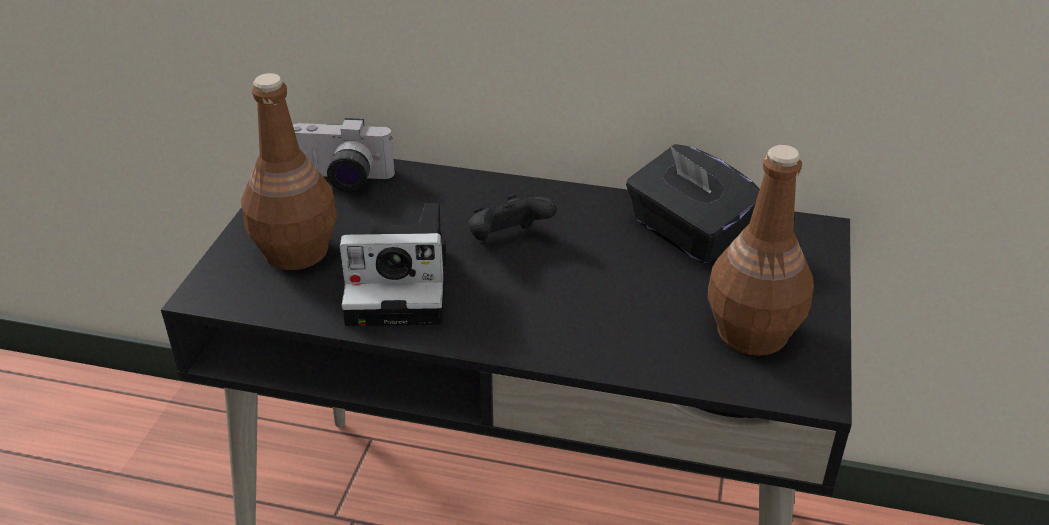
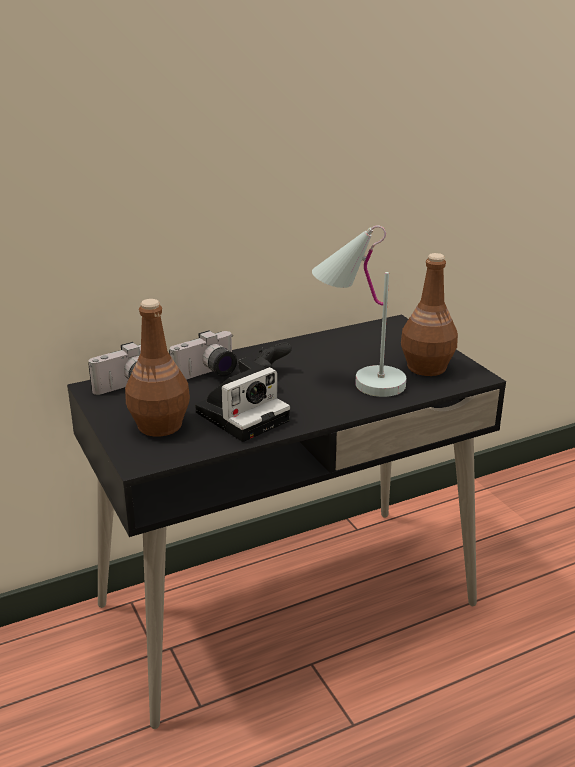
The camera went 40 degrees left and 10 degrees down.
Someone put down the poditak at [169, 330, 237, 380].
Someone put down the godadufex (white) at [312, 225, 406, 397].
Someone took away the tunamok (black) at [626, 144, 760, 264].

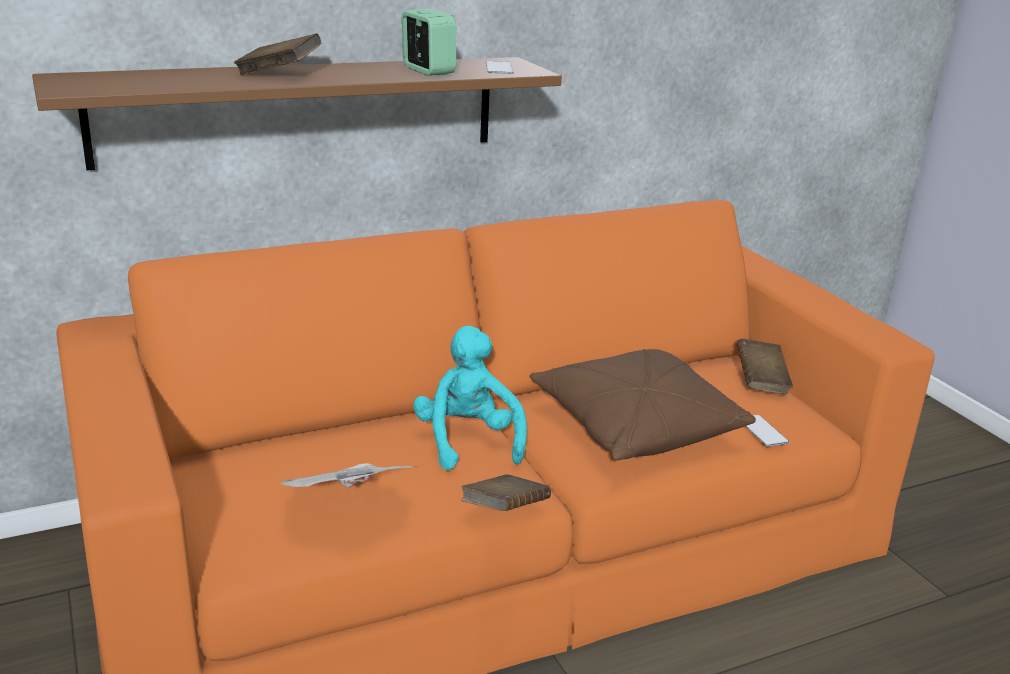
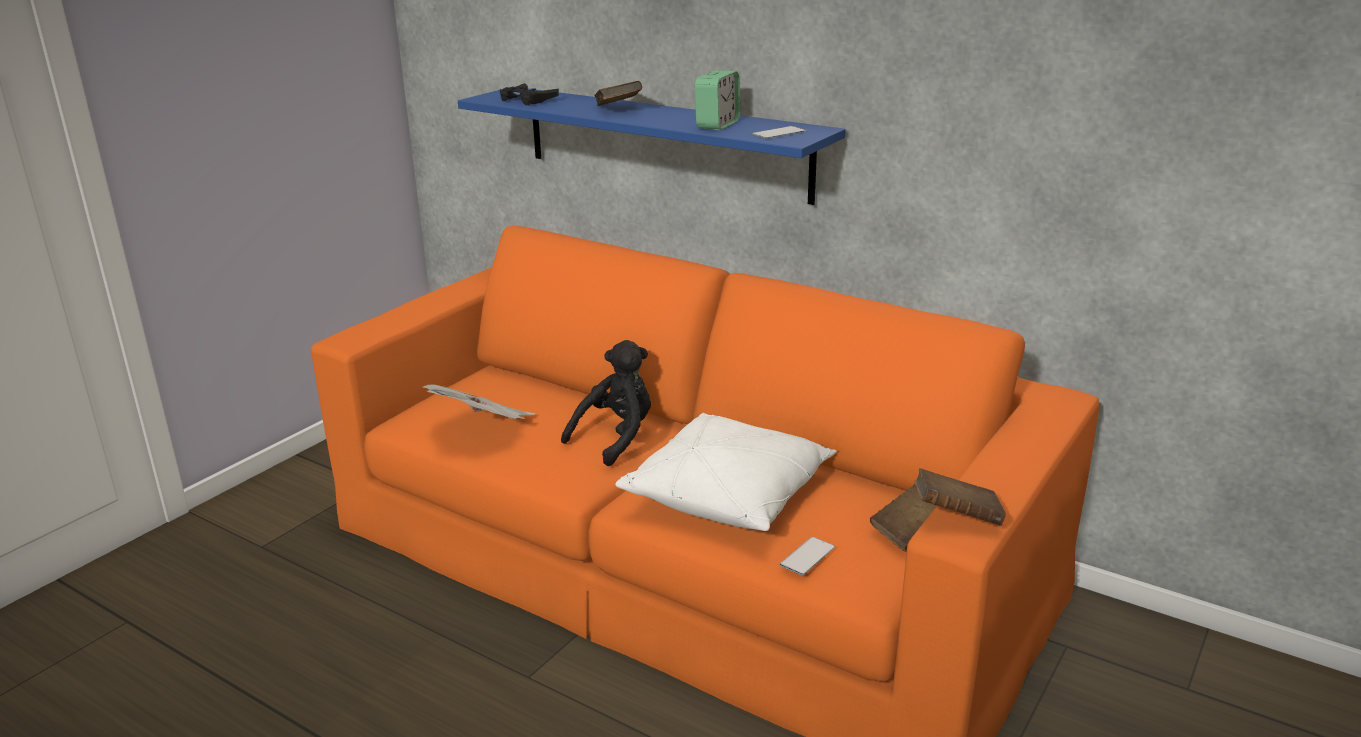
The camera went 60 degrees right and 0 degrees up.
Someone repainted the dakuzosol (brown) at [32, 57, 562, 170], which became the dakuzosol (blue) at [458, 89, 846, 205].
Someone put down the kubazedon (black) at [500, 83, 559, 105].
Someone repainted the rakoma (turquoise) at [413, 326, 527, 470], which became the rakoma (black) at [561, 340, 651, 466].
Someone repainted the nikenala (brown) at [530, 349, 756, 460], which became the nikenala (white) at [615, 413, 837, 531].
Someone carried the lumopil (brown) from [461, 474, 551, 511] to [914, 468, 1006, 526].

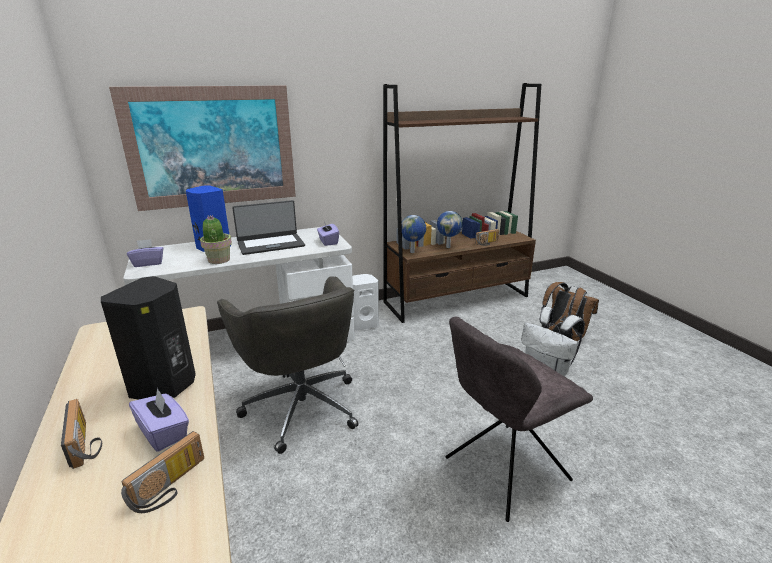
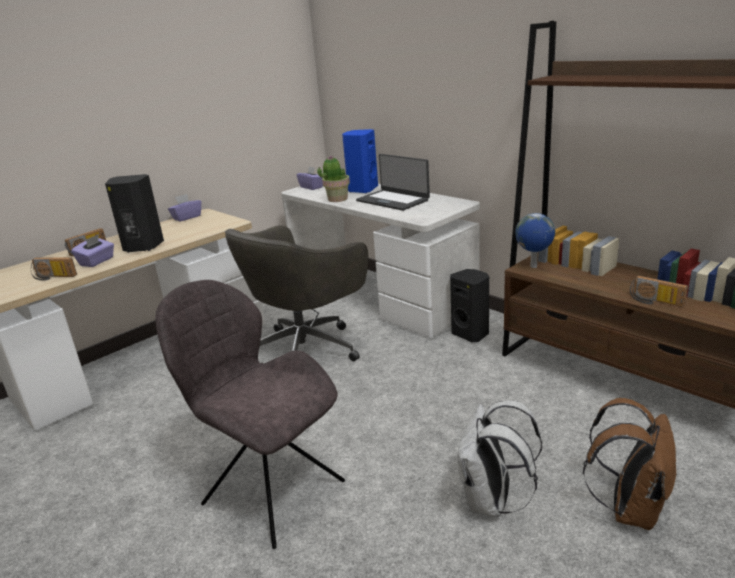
The camera went 70 degrees right and 0 degrees up.
Someone carried the tunamok (purple) from [317, 222, 339, 246] to [168, 194, 201, 222].
Someone repainted the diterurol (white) at [353, 274, 379, 330], which became the diterurol (black) at [450, 269, 489, 342].
Someone took away the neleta at [109, 85, 296, 211].
Someone took away the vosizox at [437, 211, 463, 248].

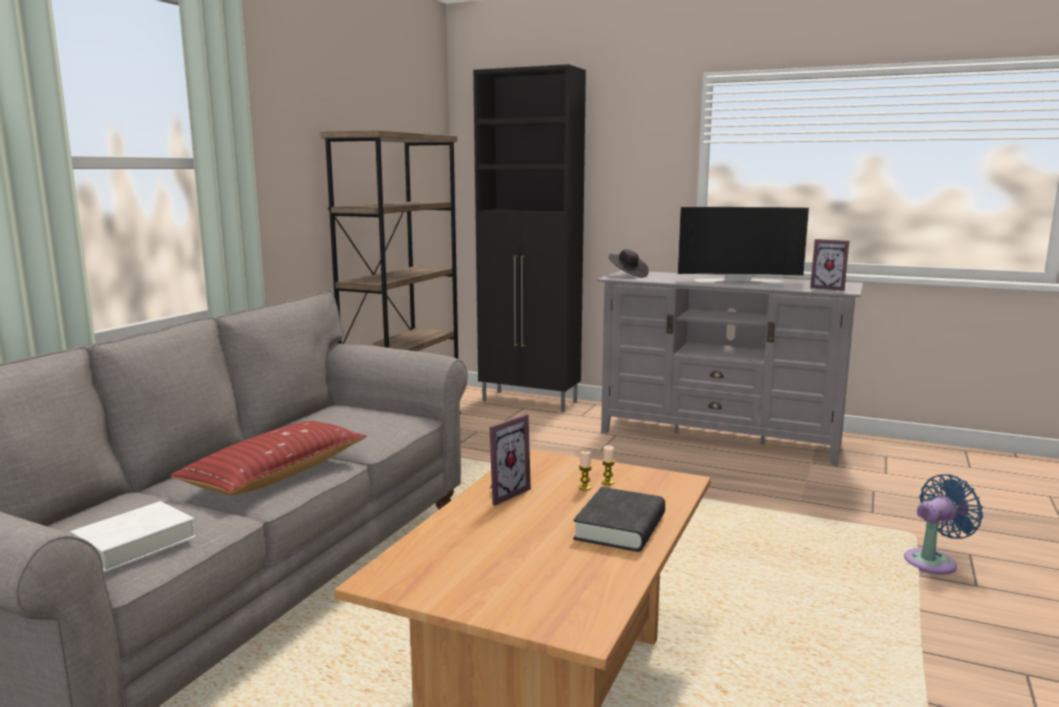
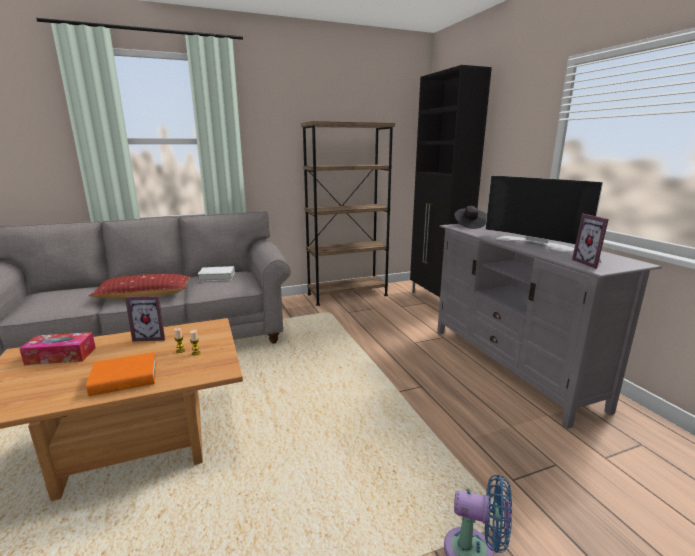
The camera went 45 degrees right and 5 degrees up.
Someone put down the tunamok at [19, 332, 96, 365].
Someone repainted the lumopil (black) at [573, 487, 665, 552], which became the lumopil (orange) at [86, 352, 157, 396].
Someone carried the lumopil (white) from [69, 501, 196, 572] to [197, 266, 235, 282].

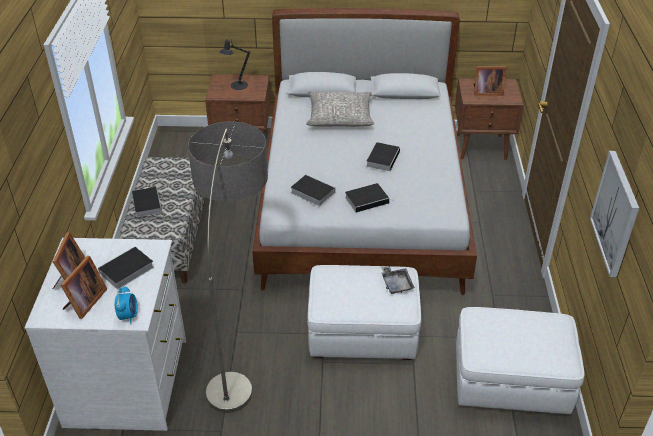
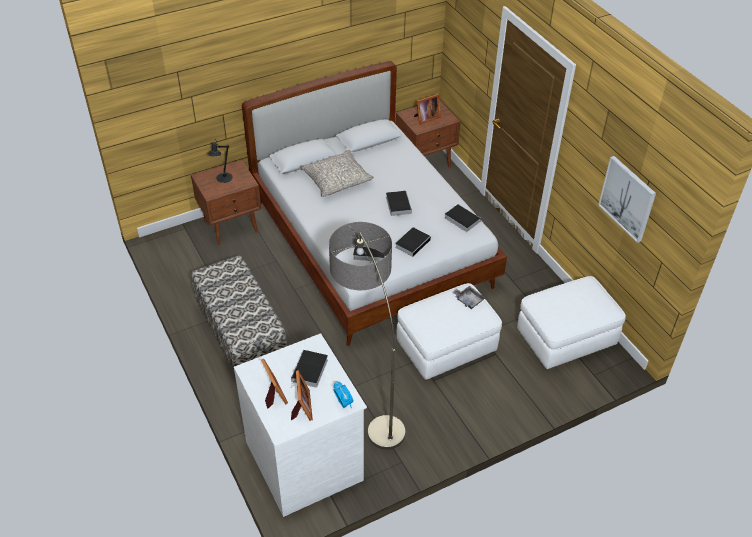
The camera went 30 degrees left and 5 degrees up.
Someone carried the lumopil from [132, 187, 162, 217] to [445, 204, 481, 232].

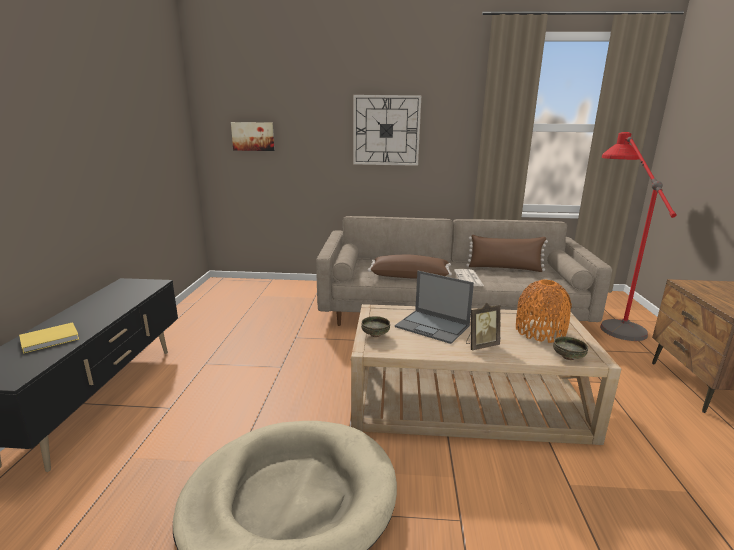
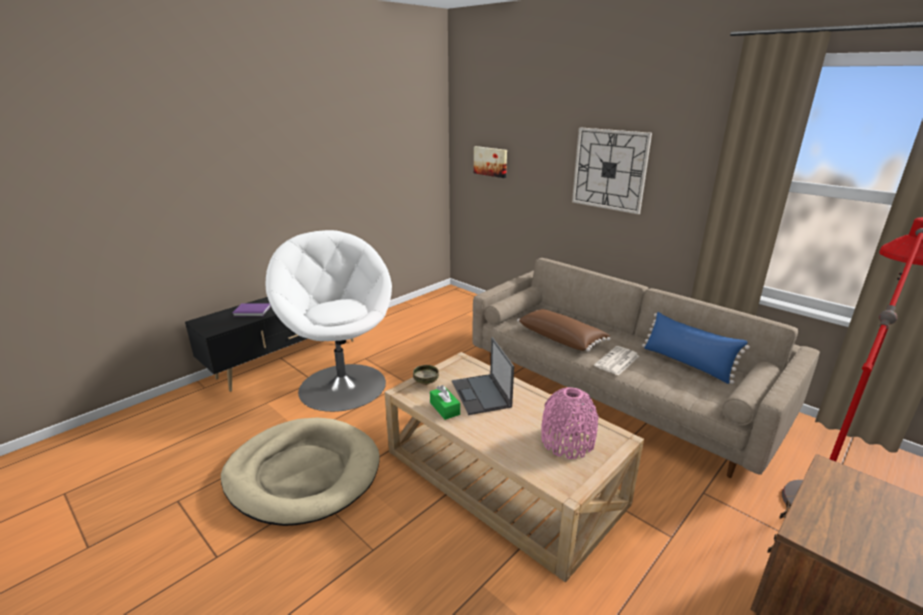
The camera went 40 degrees right and 5 degrees up.
Someone repainted the lumopil (yellow) at [19, 322, 79, 354], which became the lumopil (purple) at [233, 303, 271, 316].
Someone put down the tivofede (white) at [266, 230, 392, 412].
Someone put down the tunamok (green) at [430, 385, 460, 420].
Someone repainted the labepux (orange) at [516, 279, 572, 343], which became the labepux (pink) at [541, 387, 599, 459].
Someone repainted the nikenala (brown) at [466, 235, 548, 272], which became the nikenala (blue) at [642, 312, 750, 384].
Someone took away the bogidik at [466, 303, 501, 350].
Someone took away the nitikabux at [553, 336, 588, 360].

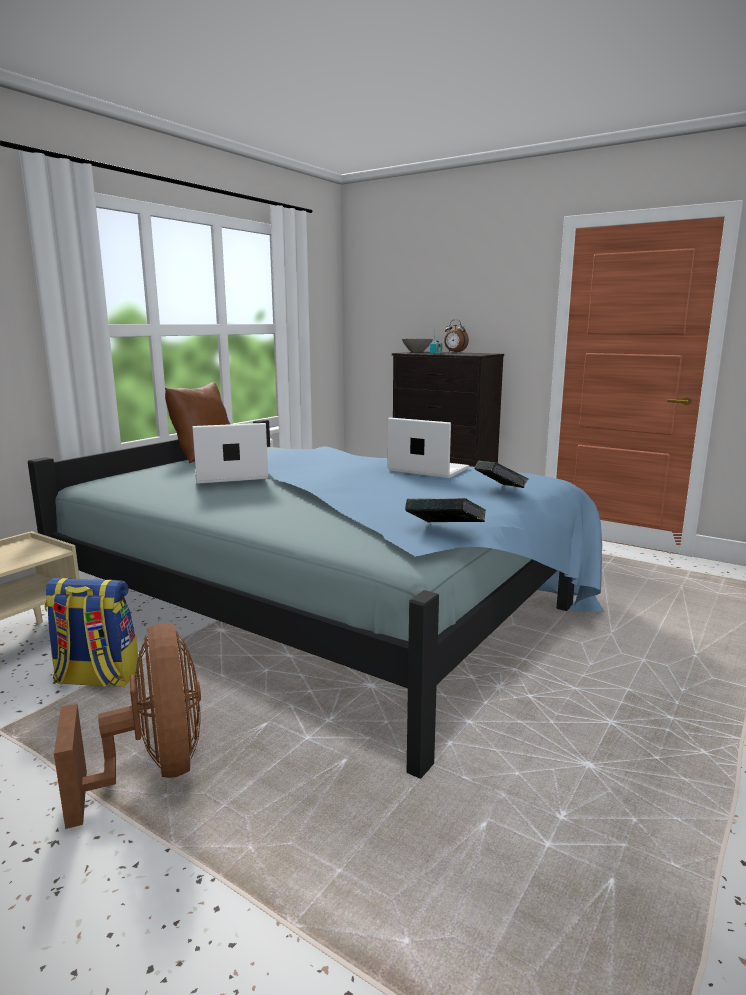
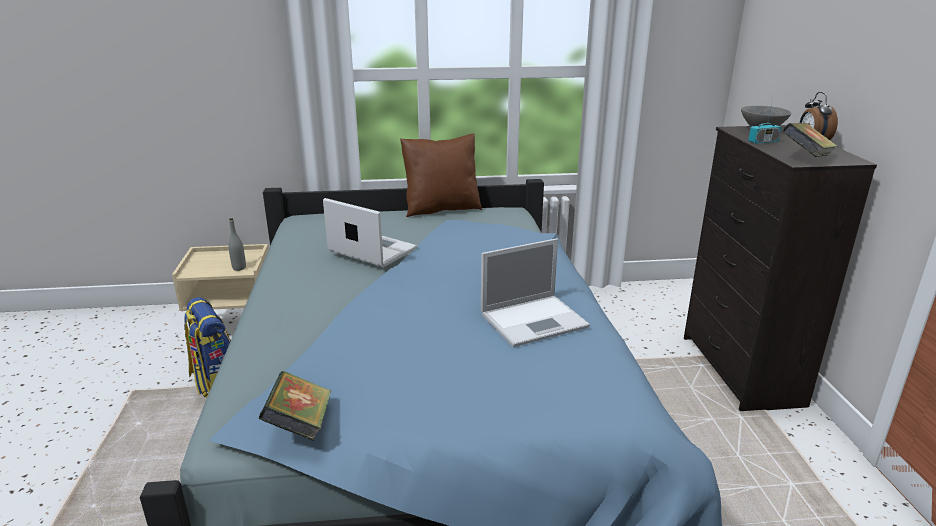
The camera went 50 degrees right and 10 degrees up.
Someone put down the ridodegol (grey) at [228, 218, 246, 271].
Someone rotated the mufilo at [388, 417, 469, 478] by 75 degrees clockwise.
Someone carried the lumopil from [474, 461, 529, 488] to [783, 123, 837, 157].
Someone took away the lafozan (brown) at [54, 623, 201, 829].

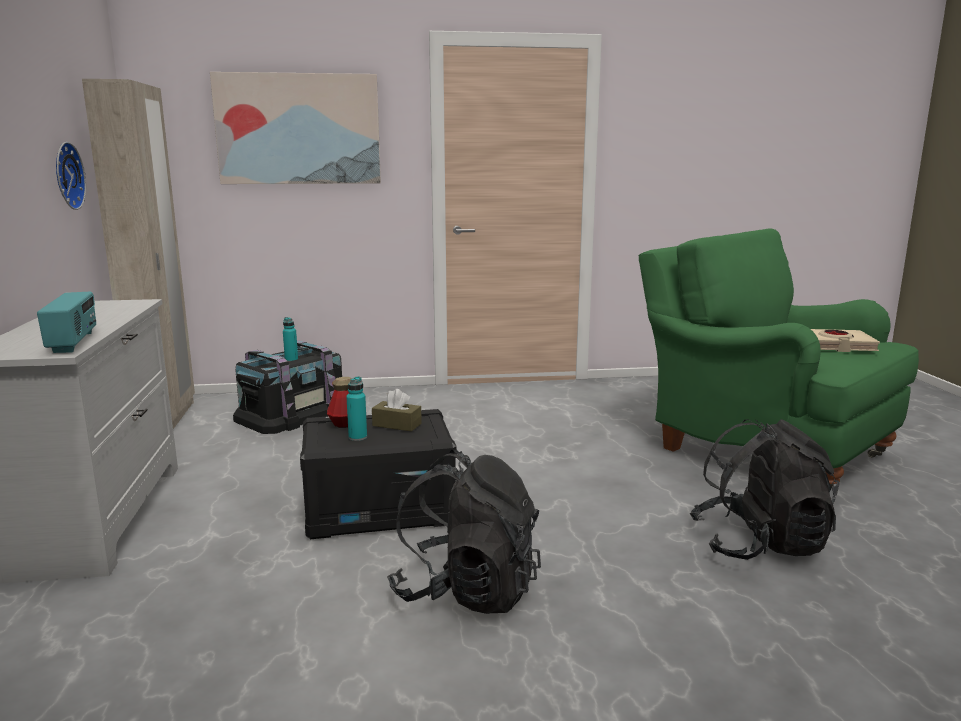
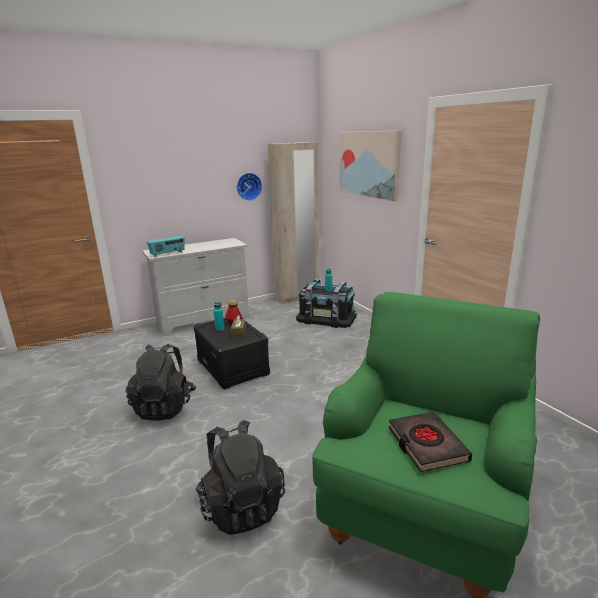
The camera went 70 degrees right and 5 degrees up.
Someone repainted the lumopil (beige) at [811, 329, 880, 352], which became the lumopil (black) at [389, 412, 472, 472].

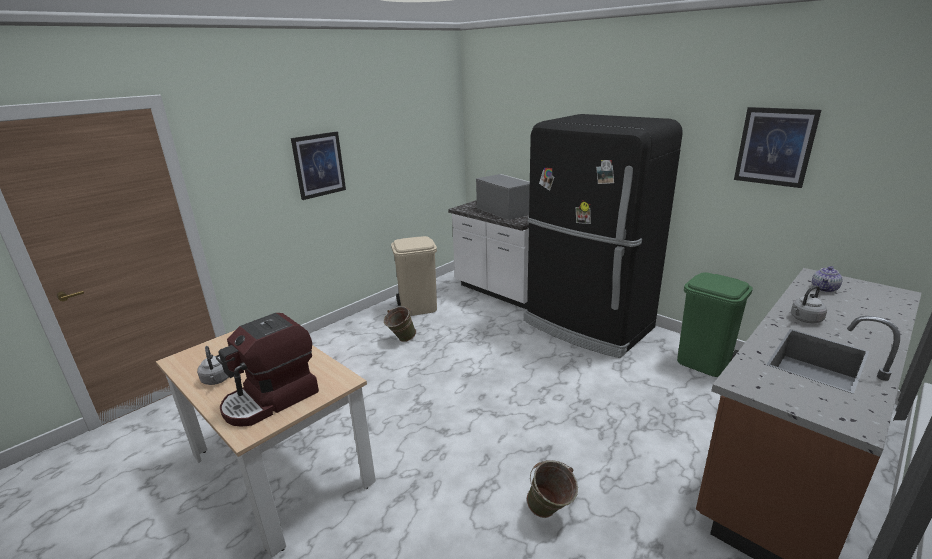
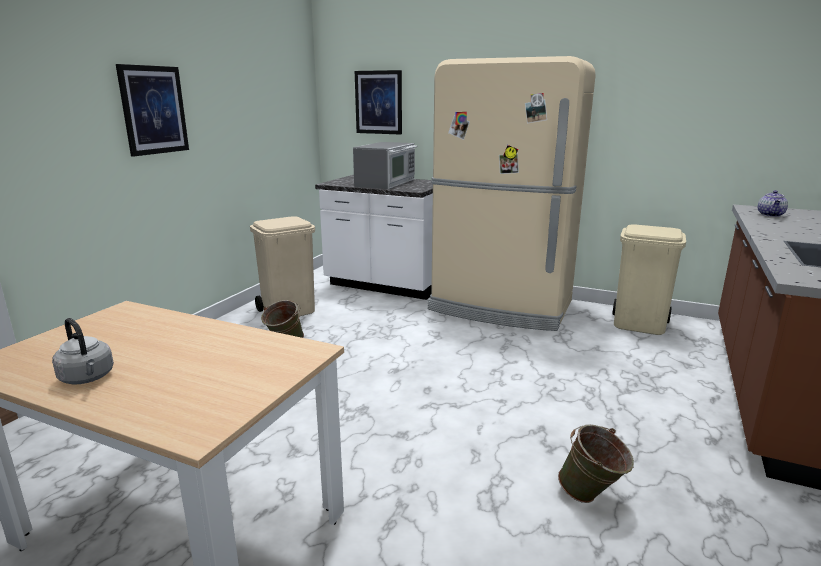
The camera went 20 degrees left and 5 degrees down.
Someone rotated the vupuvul at [476, 174, 530, 220] by 75 degrees clockwise.
Someone carried the neleta from [734, 107, 821, 188] to [355, 70, 402, 135].
Someone repainted the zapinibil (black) at [523, 114, 683, 358], which became the zapinibil (beige) at [428, 56, 596, 331].
Someone repainted the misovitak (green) at [677, 272, 753, 377], which became the misovitak (beige) at [612, 224, 686, 335].
Someone took away the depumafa at [215, 313, 319, 427].
Someone took away the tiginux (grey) at [791, 285, 827, 323].

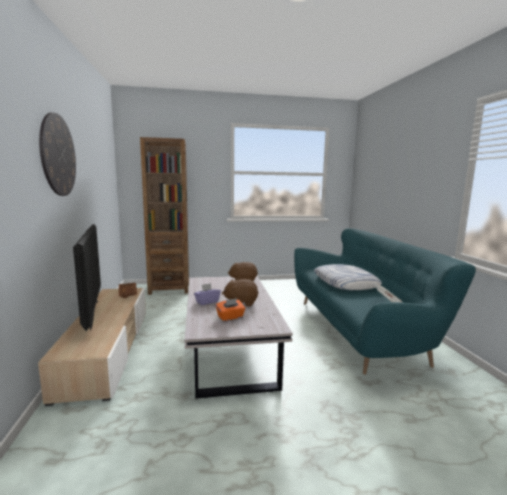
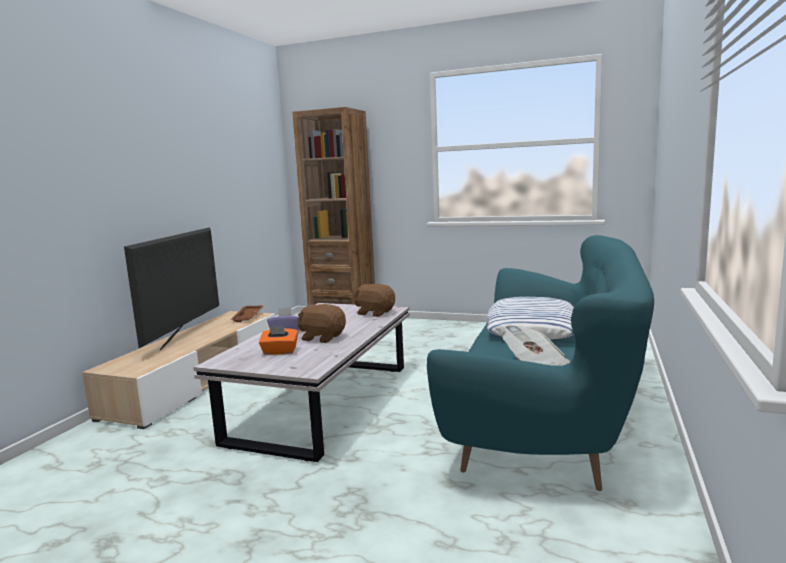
The camera went 30 degrees right and 0 degrees up.
Someone took away the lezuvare at [39, 112, 76, 196].

